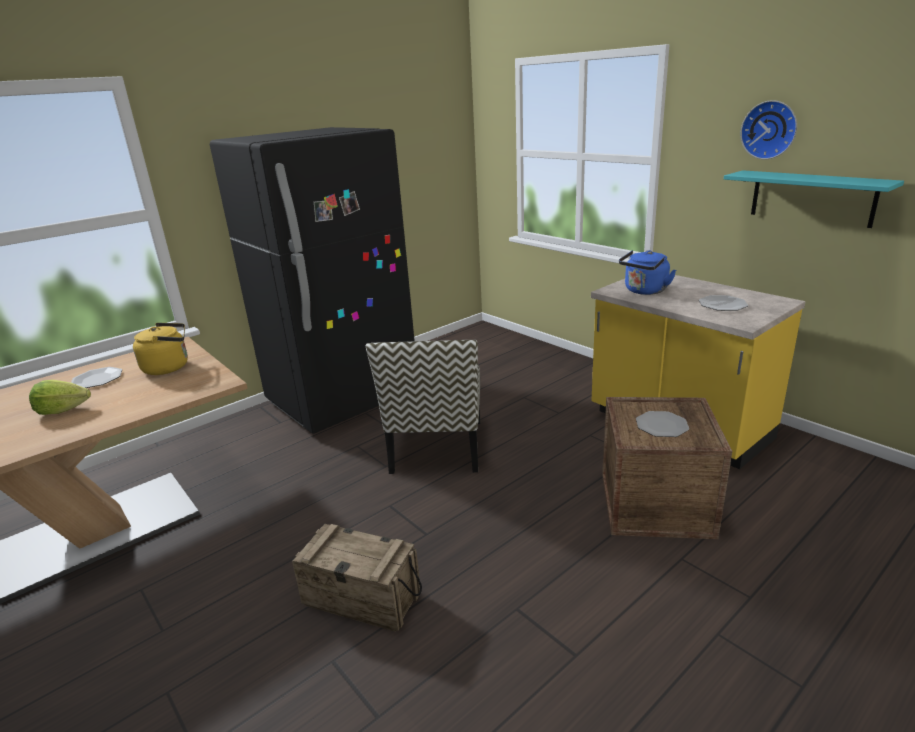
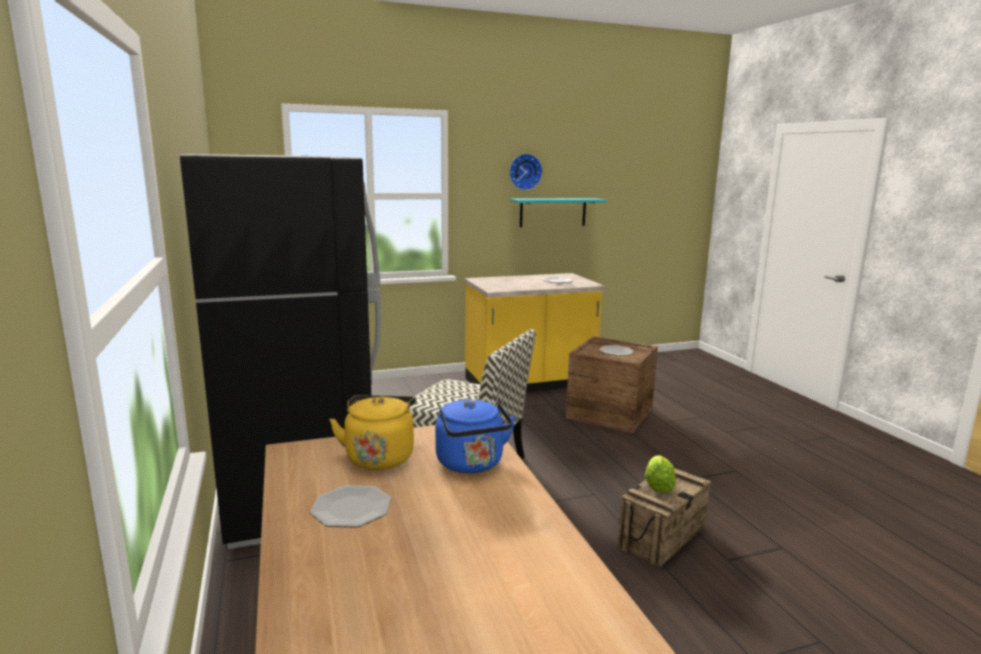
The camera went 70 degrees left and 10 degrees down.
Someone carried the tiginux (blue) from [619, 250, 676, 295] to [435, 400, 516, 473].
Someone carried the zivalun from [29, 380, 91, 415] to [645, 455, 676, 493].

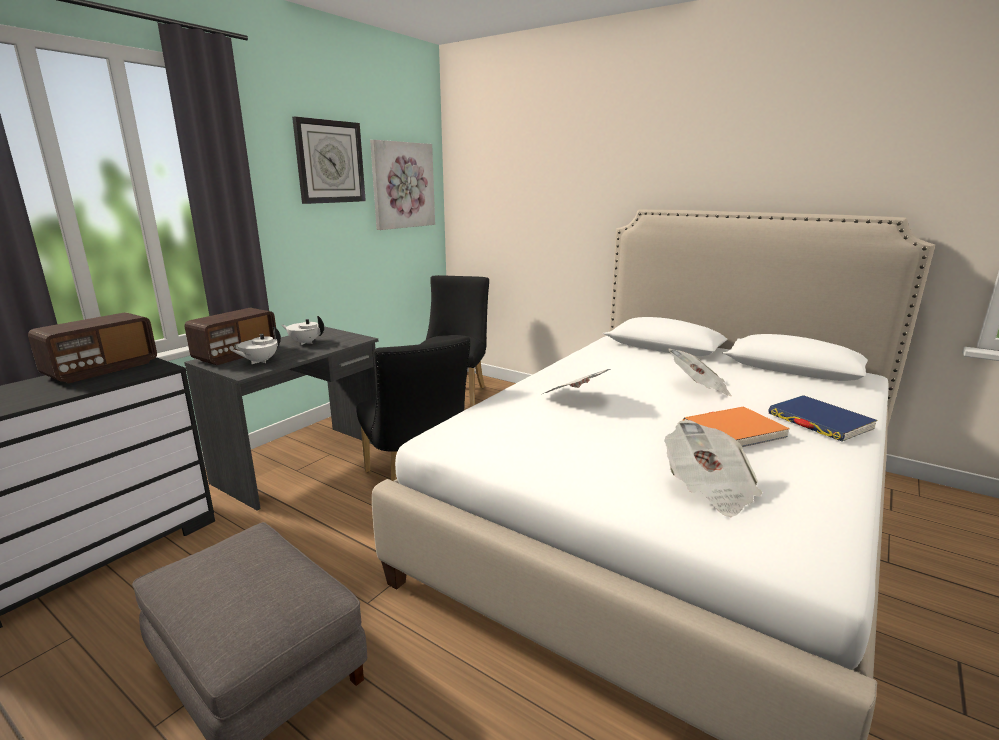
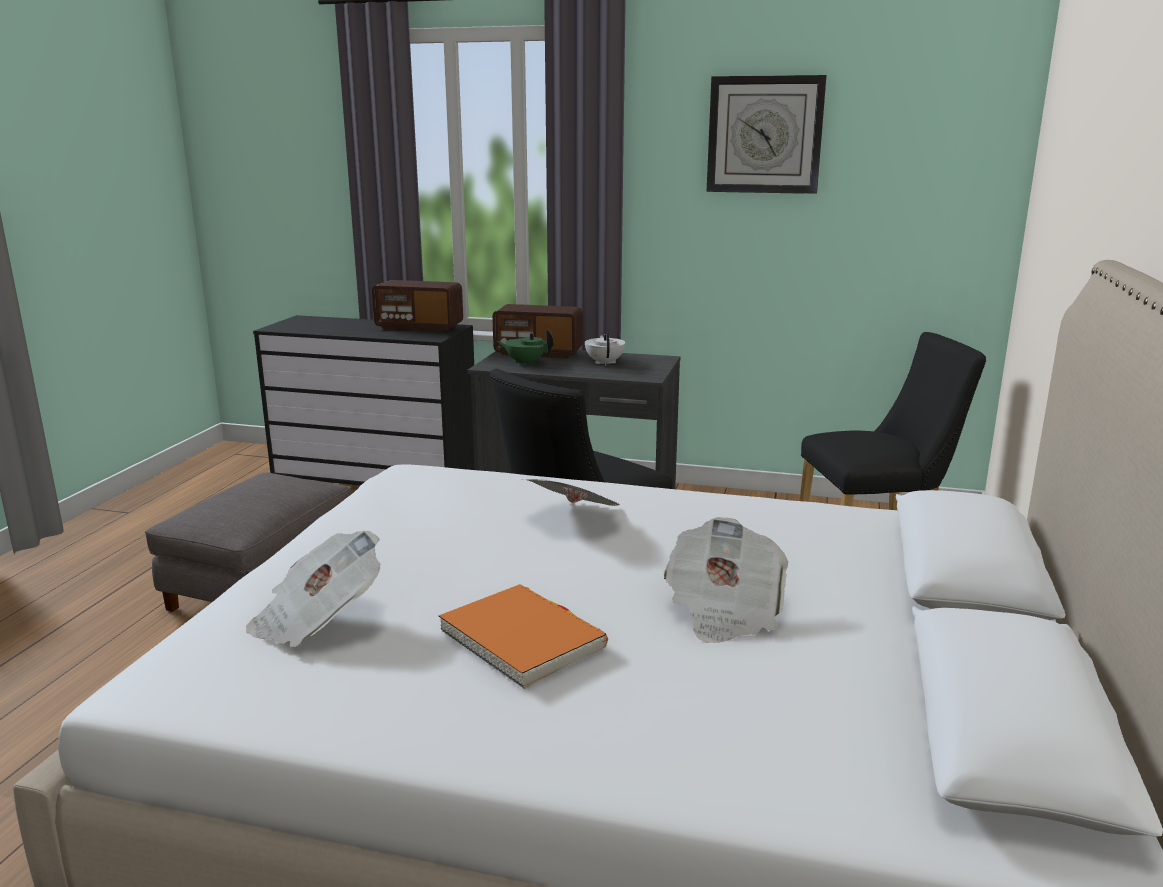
The camera went 70 degrees right and 0 degrees up.
Someone repainted the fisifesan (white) at [230, 327, 281, 364], which became the fisifesan (green) at [496, 329, 553, 366].
Someone took away the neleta at [370, 140, 435, 230].
Someone took away the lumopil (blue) at [768, 395, 877, 442].

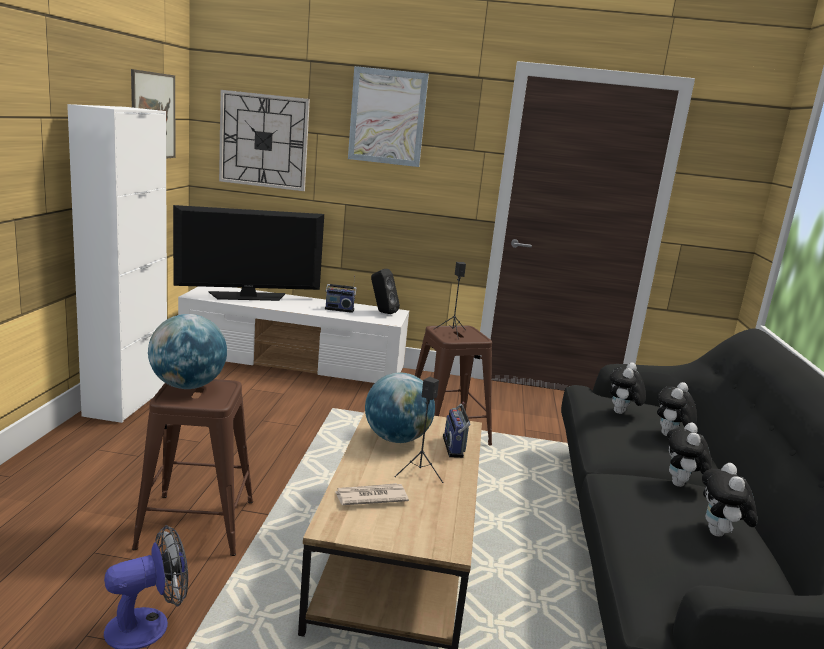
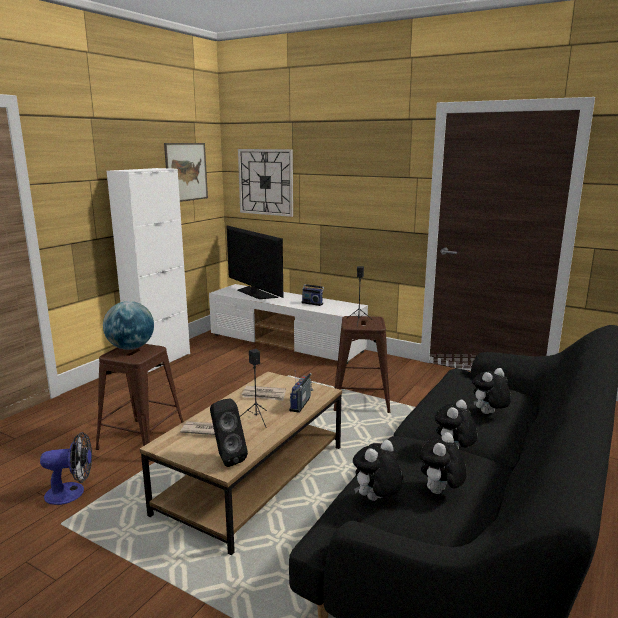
The camera went 25 degrees right and 0 degrees up.
Someone carried the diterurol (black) from [371, 269, 400, 314] to [210, 398, 248, 467].
Someone rotated the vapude at [173, 205, 324, 301] by 45 degrees clockwise.
Someone swapped the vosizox at [365, 373, 435, 443] for the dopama at [242, 386, 286, 401].
Someone carried the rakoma from [610, 362, 646, 414] to [353, 440, 403, 501].
Someone took away the neleta at [348, 66, 429, 167].

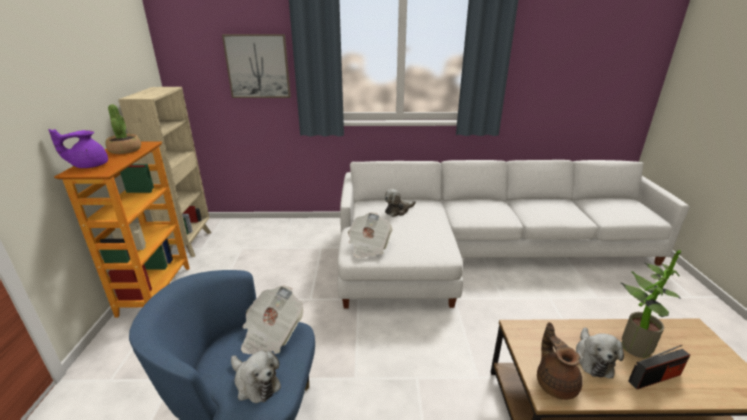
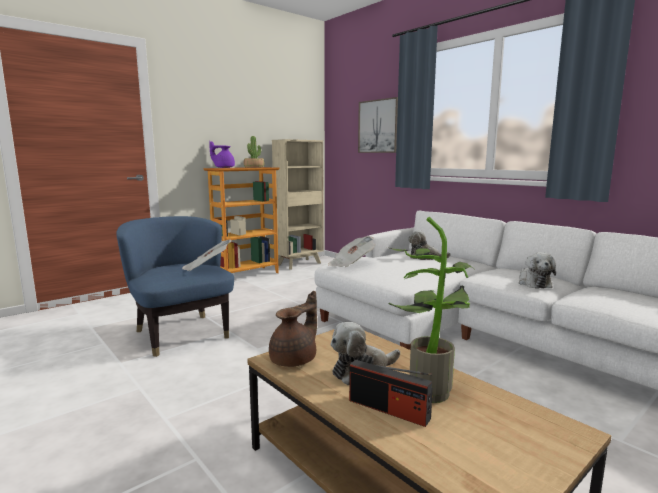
The camera went 50 degrees right and 15 degrees down.
Someone carried the rakoma from [231, 350, 281, 403] to [519, 252, 556, 289].

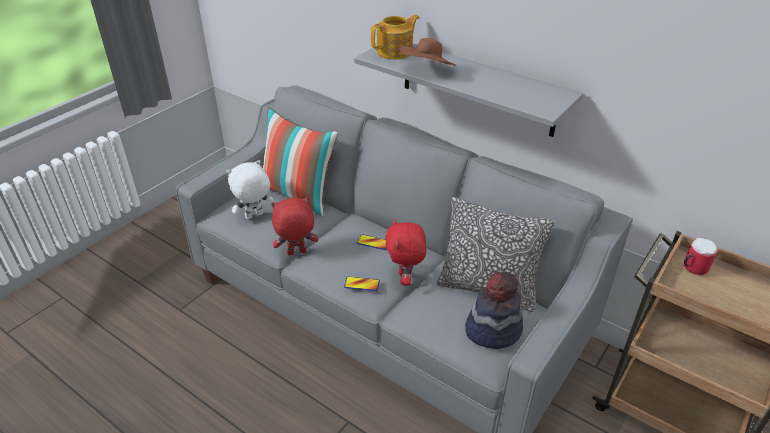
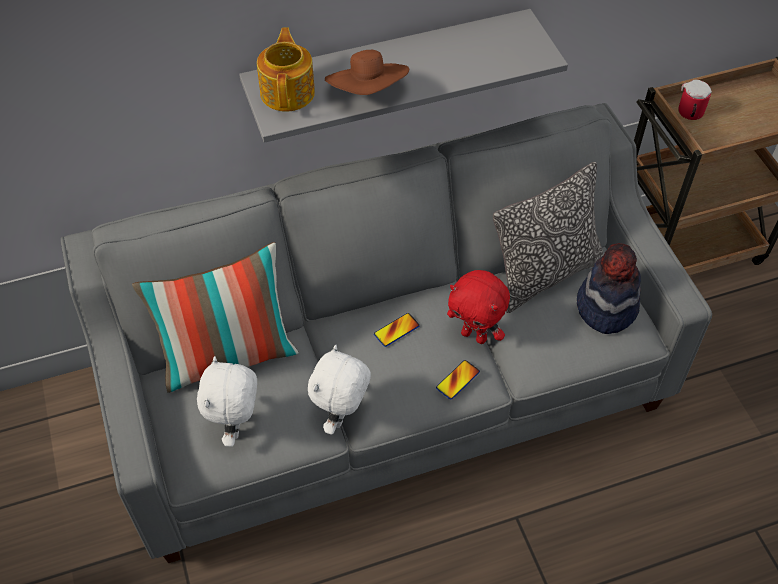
The camera went 55 degrees left and 15 degrees up.
Someone repainted the rakoma (red) at [271, 197, 318, 255], which became the rakoma (white) at [308, 345, 371, 435].

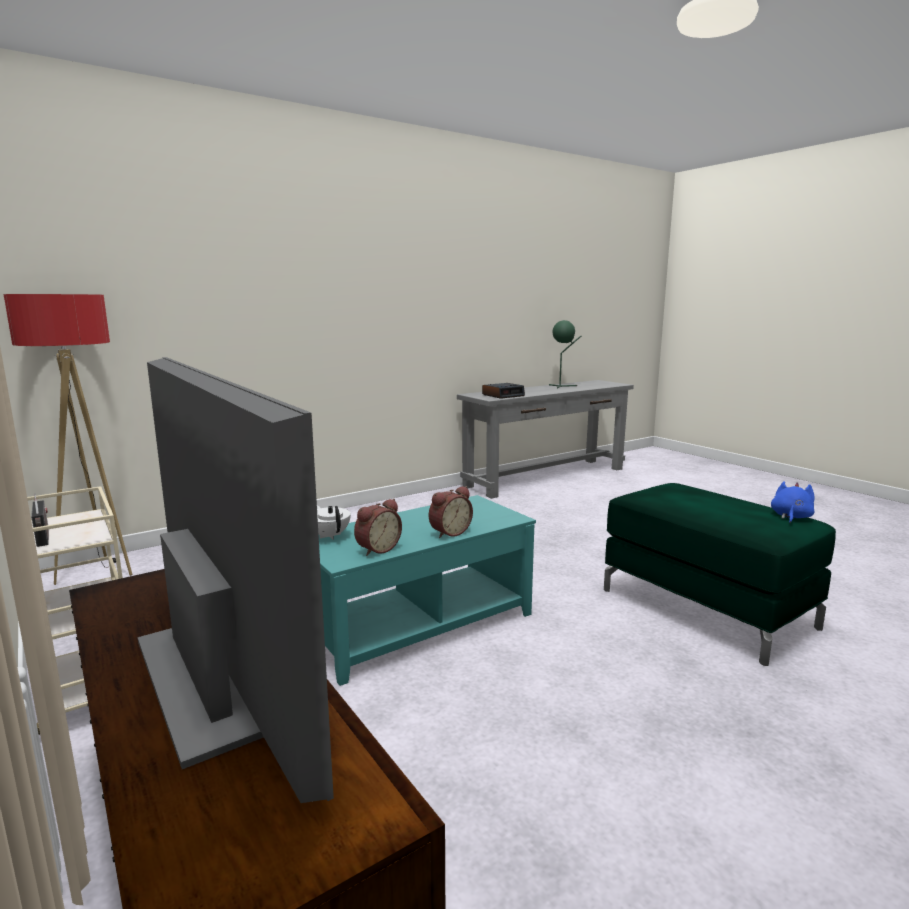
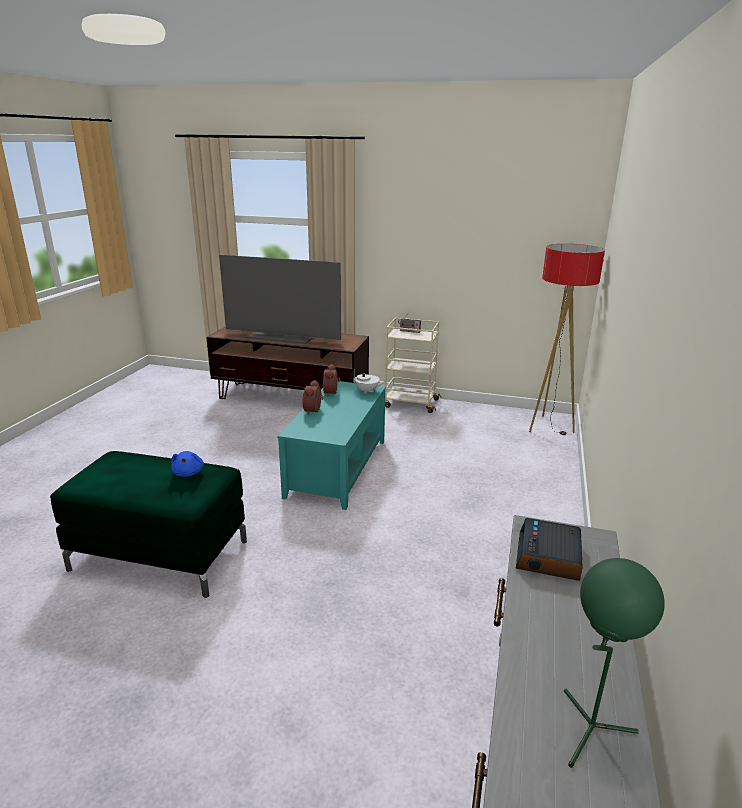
The camera went 140 degrees right and 10 degrees up.
Someone carried the rakoma (blue) from [771, 481, 815, 523] to [171, 451, 204, 477].

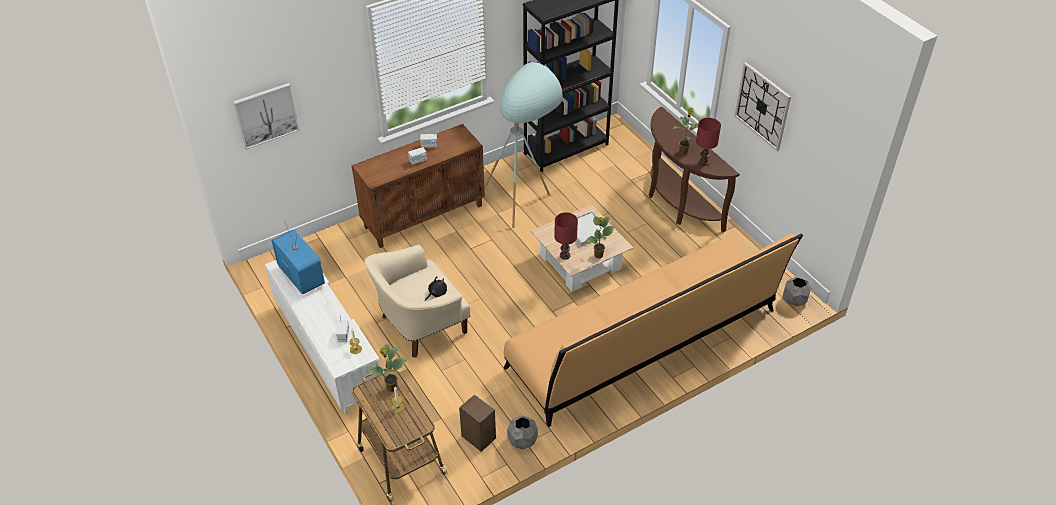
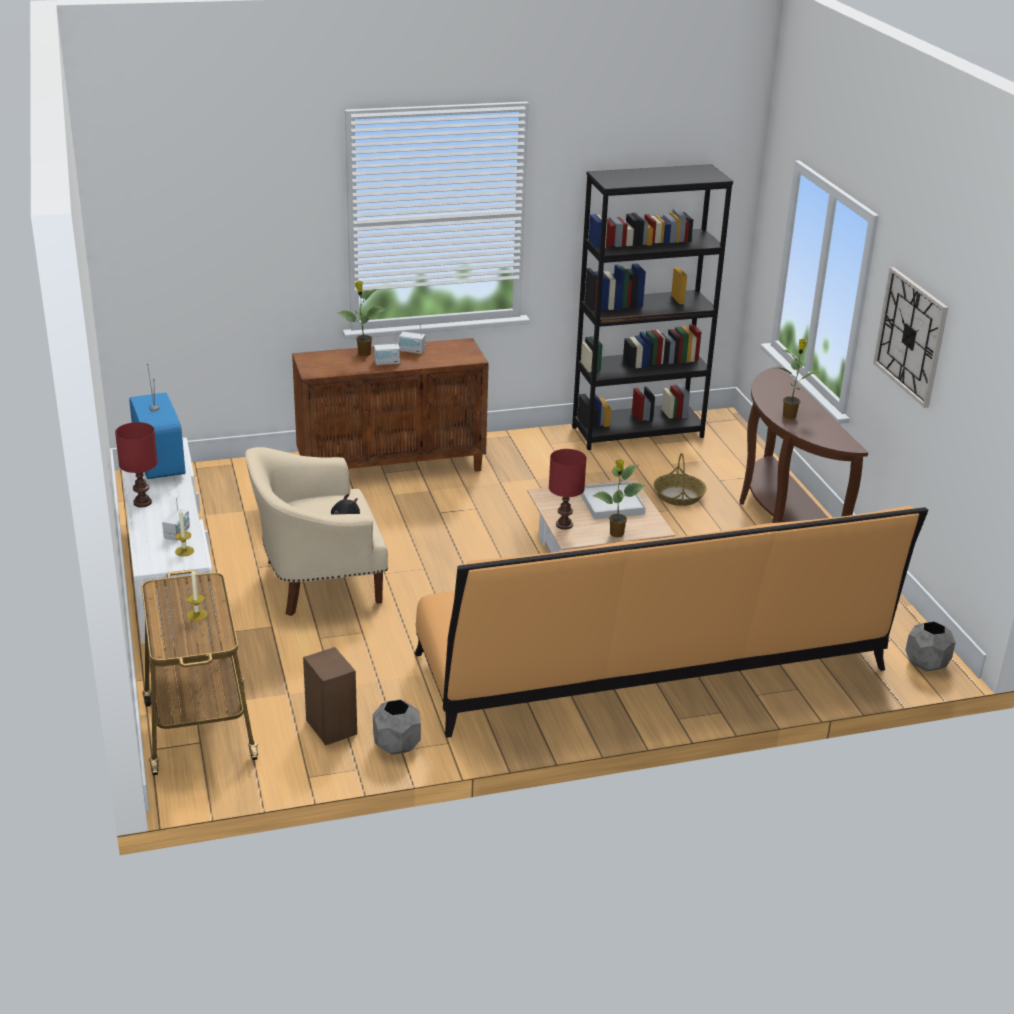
The camera went 15 degrees right and 15 degrees down.
Someone carried the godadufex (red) from [696, 118, 721, 166] to [115, 422, 158, 507].
Someone carried the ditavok from [367, 343, 407, 392] to [337, 281, 387, 356].
Someone put down the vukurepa at [653, 453, 707, 506].
Someone took away the neleta at [233, 83, 299, 150].
Someone took away the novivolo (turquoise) at [484, 62, 562, 228].

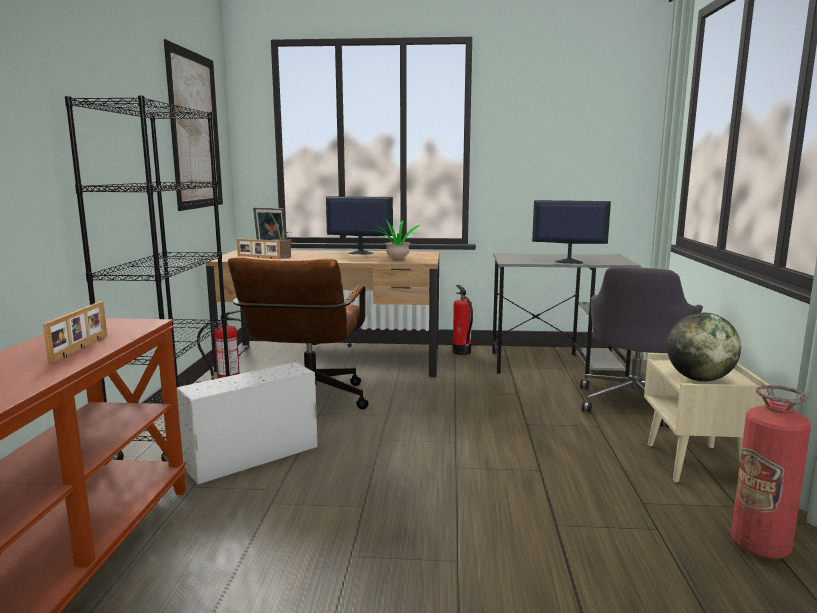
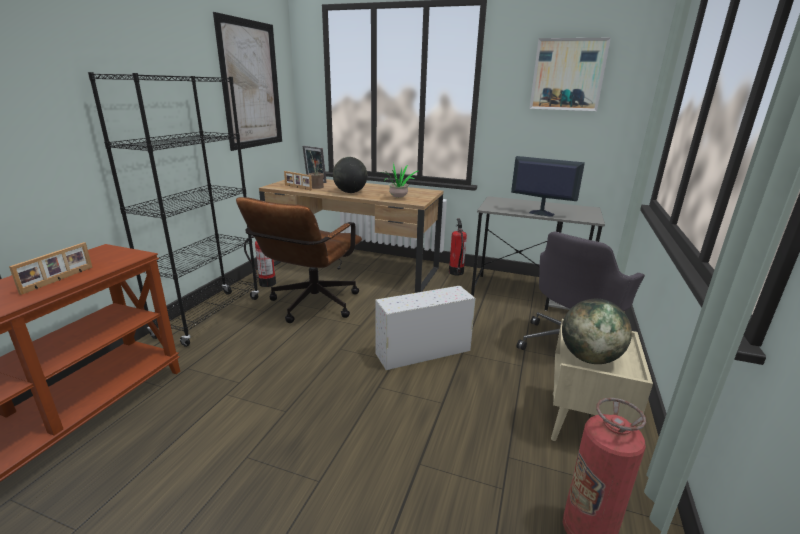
The camera went 15 degrees right and 10 degrees up.
Someone put down the vosizox at [333, 157, 367, 193].
Someone carried the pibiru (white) from [177, 362, 318, 484] to [375, 286, 476, 370].
Someone put up the neleta at [529, 38, 611, 111].
Someone took away the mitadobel at [326, 196, 393, 255].

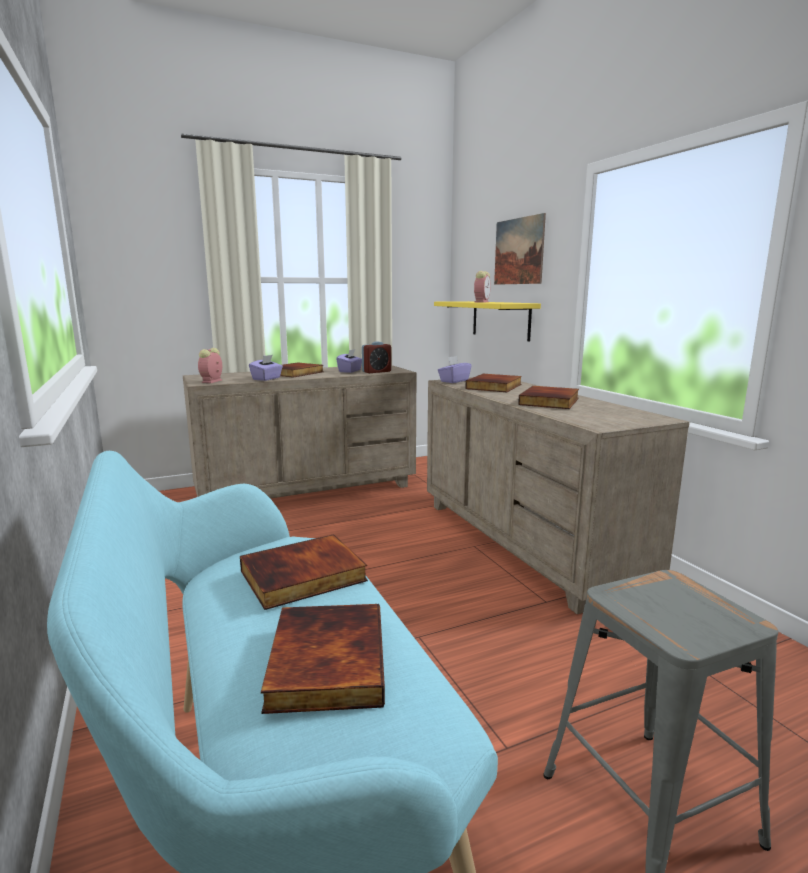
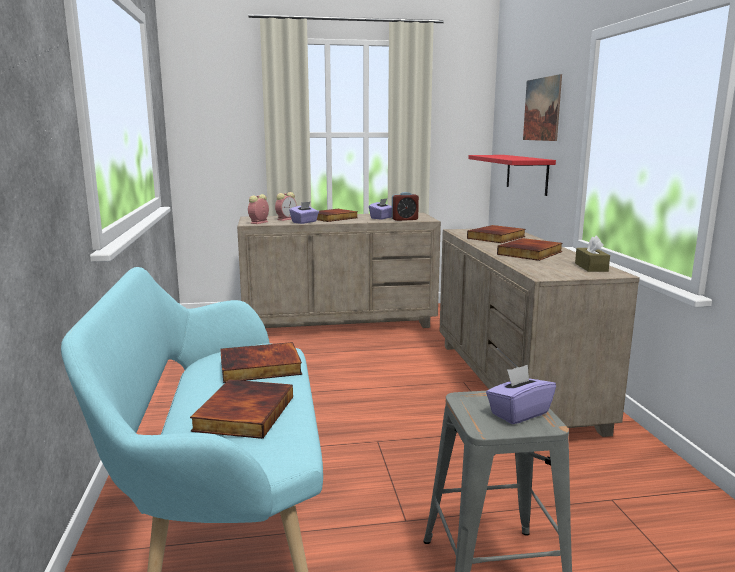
The camera went 15 degrees right and 0 degrees up.
Someone carried the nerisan from [474, 271, 491, 303] to [275, 192, 297, 221].
Someone repainted the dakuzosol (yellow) at [434, 301, 541, 341], which became the dakuzosol (red) at [468, 155, 556, 196].
Someone carried the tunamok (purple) from [438, 356, 471, 383] to [486, 365, 556, 424].
Someone put down the tunamok (brown) at [575, 236, 610, 272].

